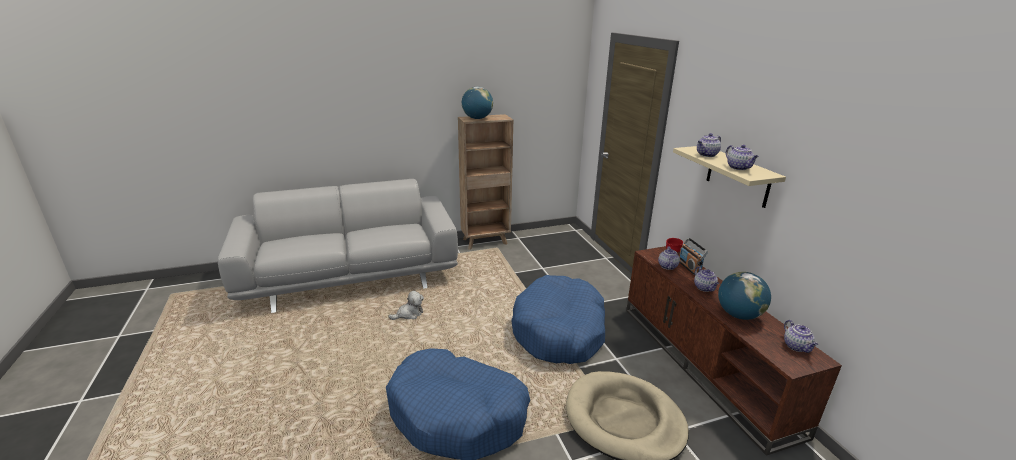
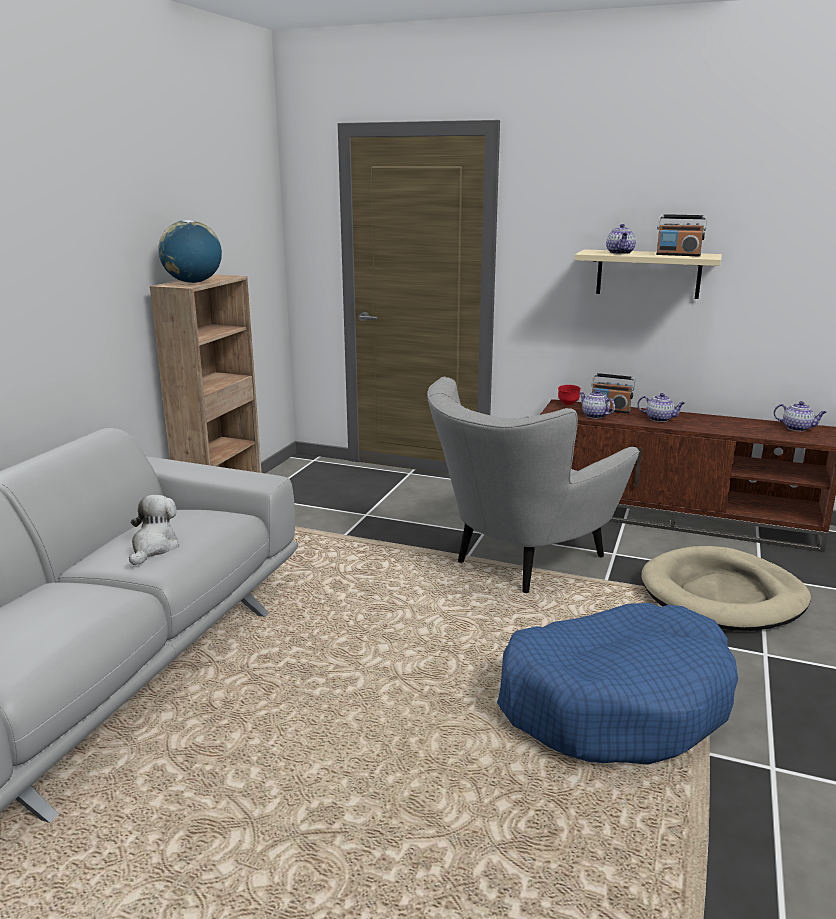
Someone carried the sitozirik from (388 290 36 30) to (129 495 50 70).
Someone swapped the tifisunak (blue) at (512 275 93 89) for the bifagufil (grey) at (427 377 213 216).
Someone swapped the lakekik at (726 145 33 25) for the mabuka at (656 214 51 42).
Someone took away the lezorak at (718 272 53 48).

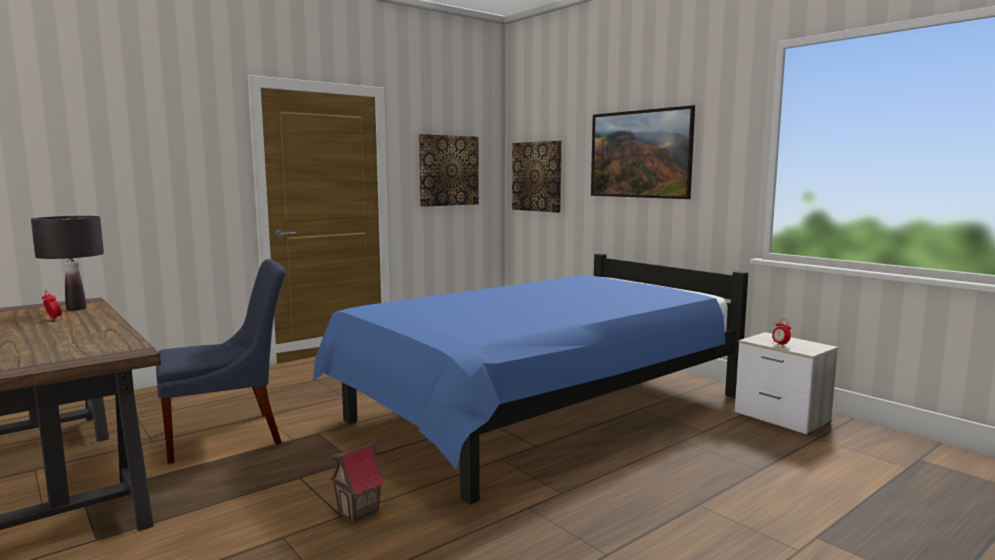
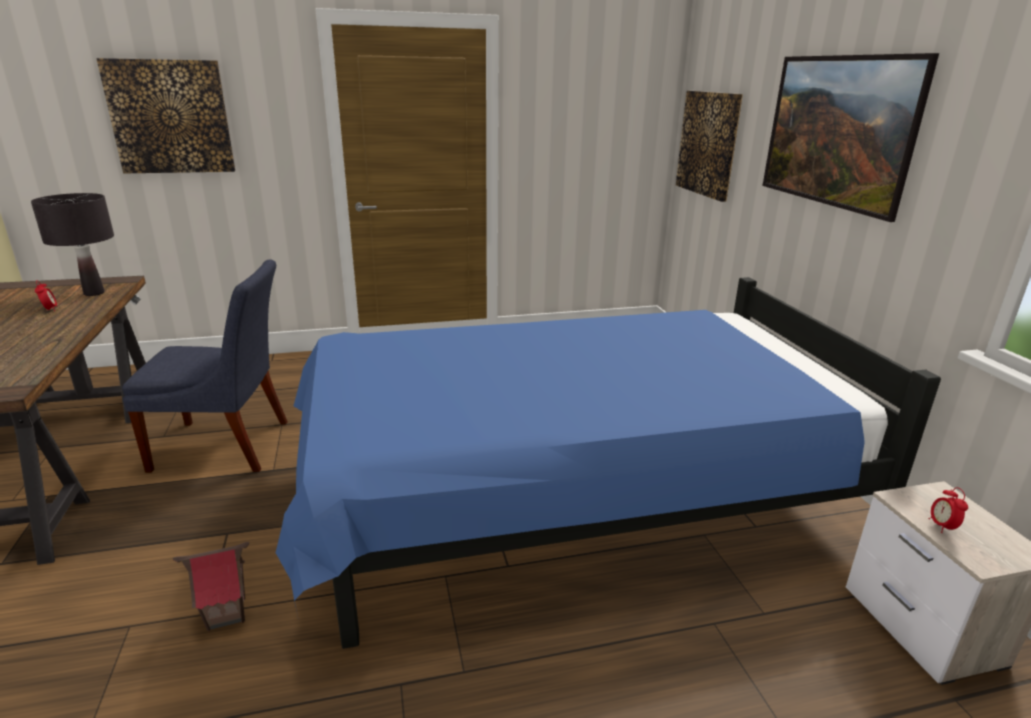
Someone carried the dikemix from (419 134 60 73) to (96 58 139 115).

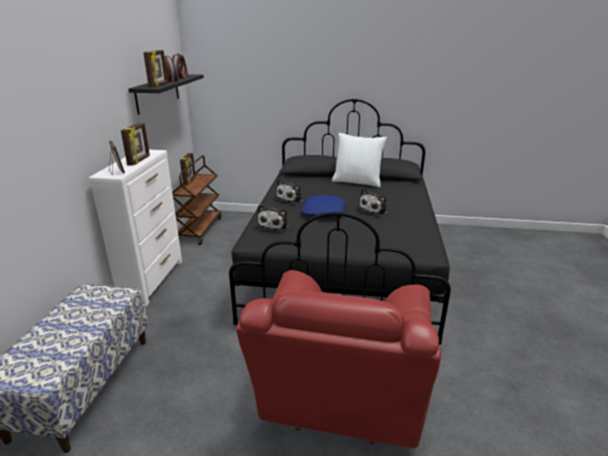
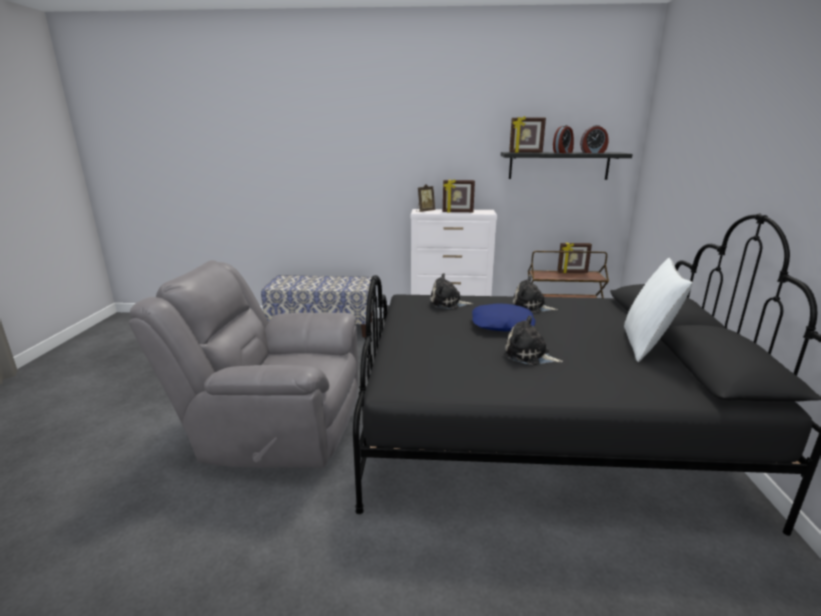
Someone repainted the bifagufil (red) at (236 270 205 178), which became the bifagufil (grey) at (129 260 229 208).

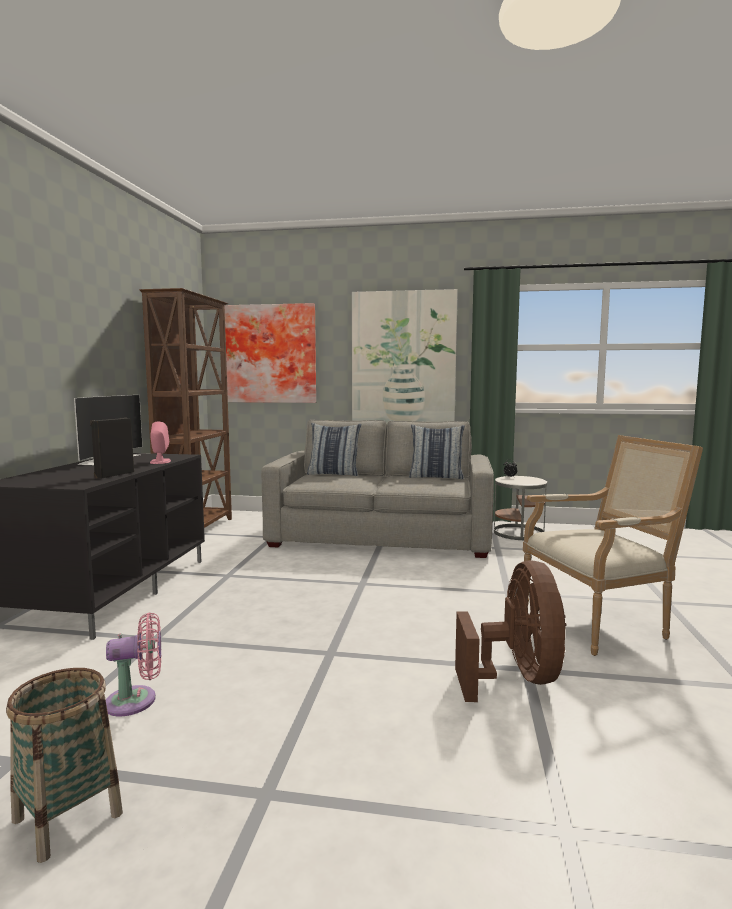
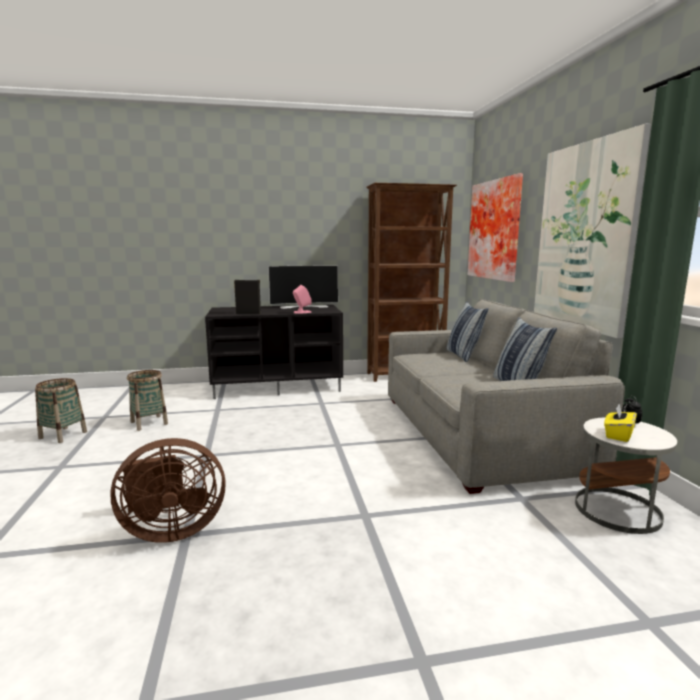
Someone swapped the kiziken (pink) at (106 613 55 104) for the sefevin at (127 370 41 61).
Someone put down the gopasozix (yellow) at (604 404 33 38).
Someone took away the bifagufil at (523 435 180 221).

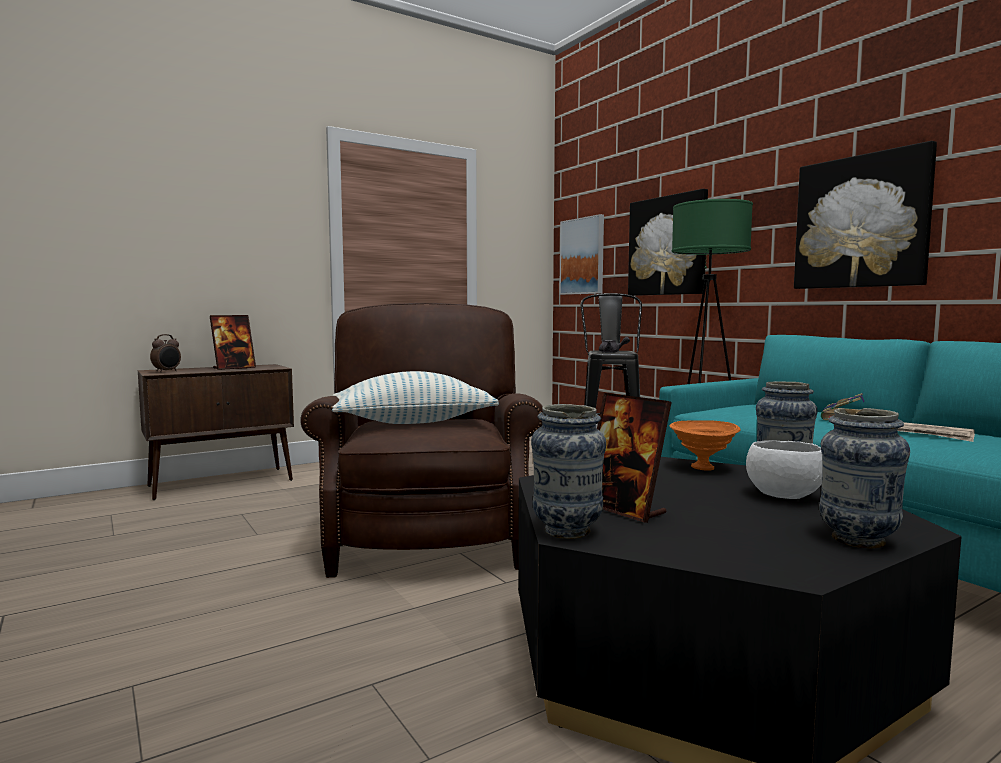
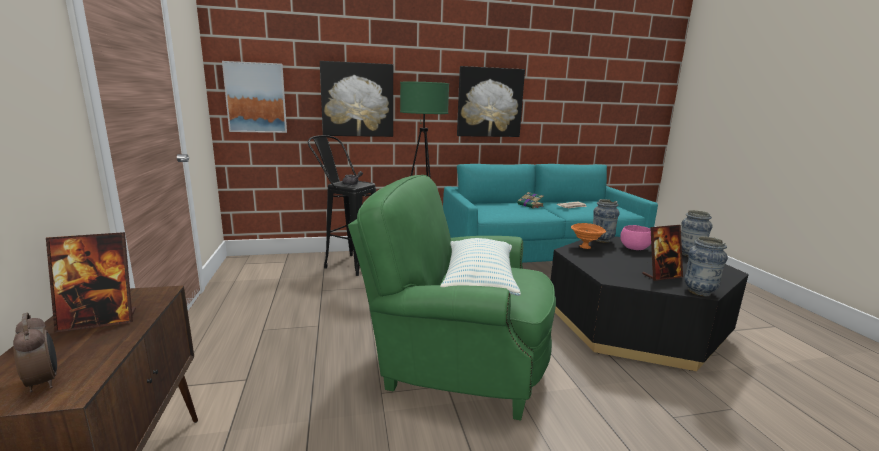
Someone rotated the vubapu at (210 315 46 55) by 90 degrees clockwise.
Someone repainted the bifagufil (brown) at (300 303 243 275), which became the bifagufil (green) at (348 175 208 246).
Someone repainted the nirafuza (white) at (746 440 77 59), which became the nirafuza (pink) at (620 225 31 25).

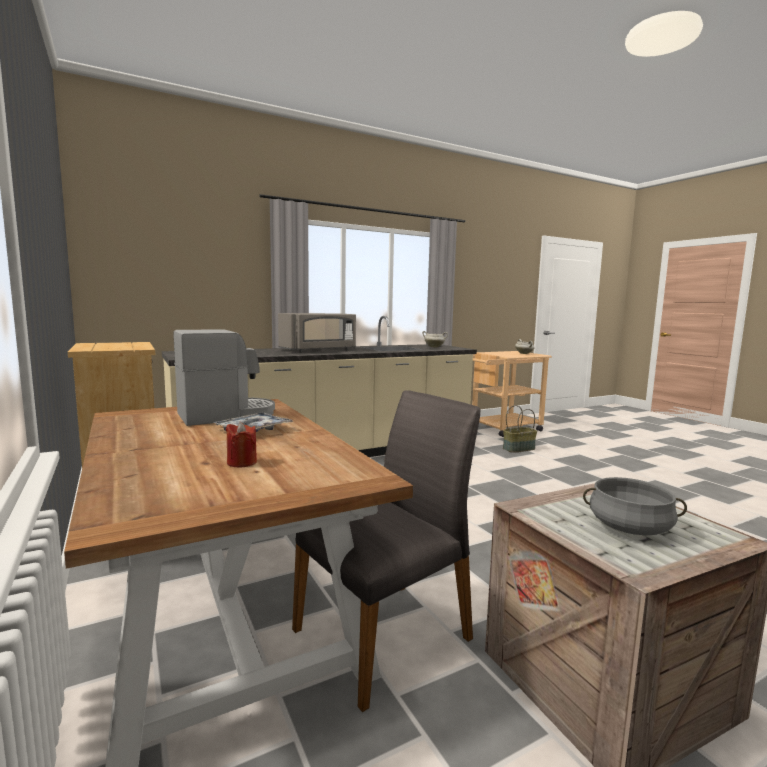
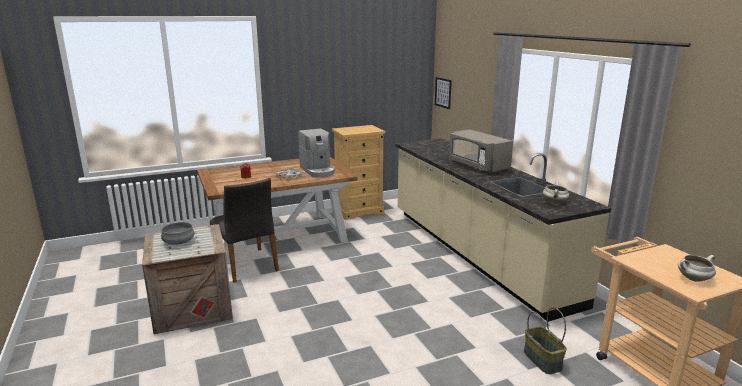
Someone put up the dikemix at (435 77 17 32).

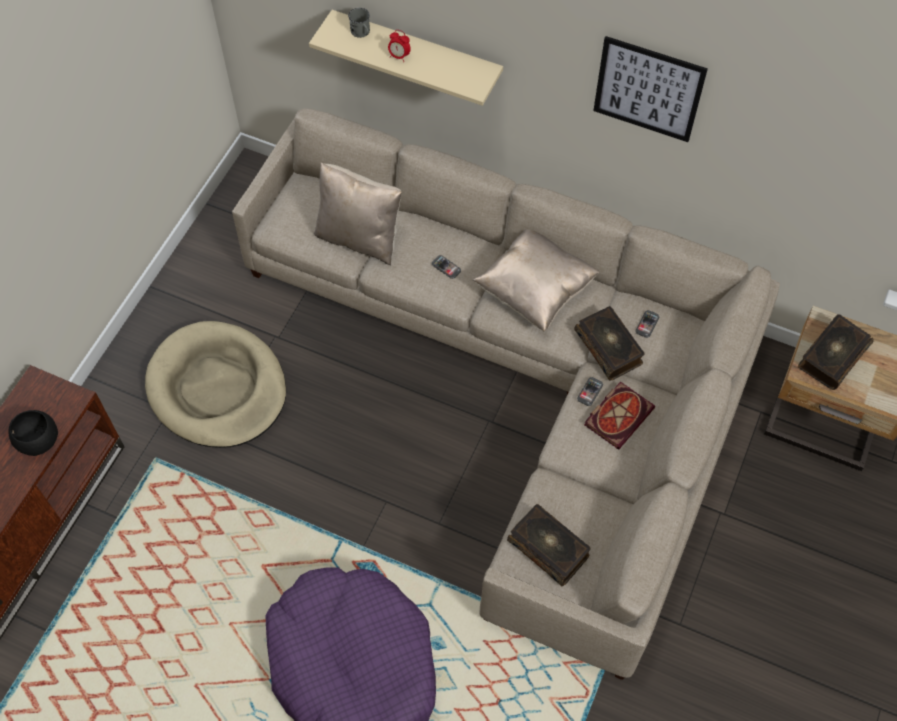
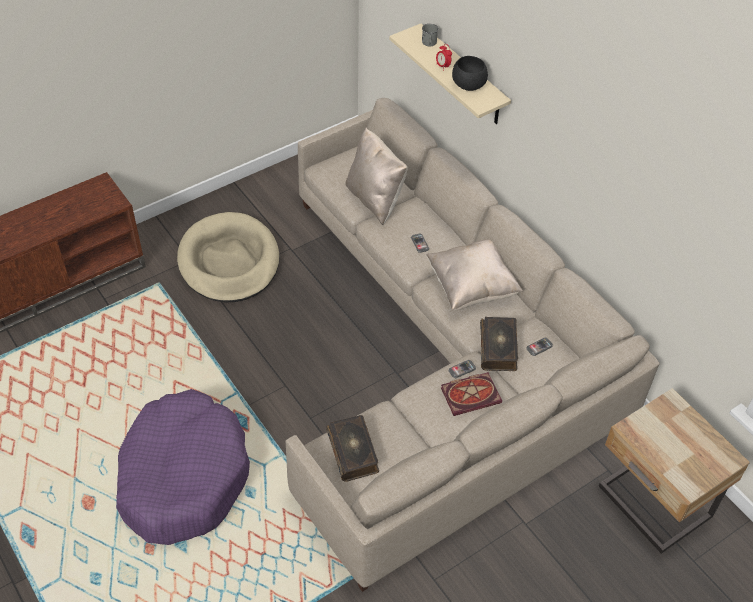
Someone carried the nirafuza (black) from (9 410 49 46) to (452 56 36 35).
Someone took away the dikemix at (593 36 115 106).
Someone took away the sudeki at (798 314 76 76).

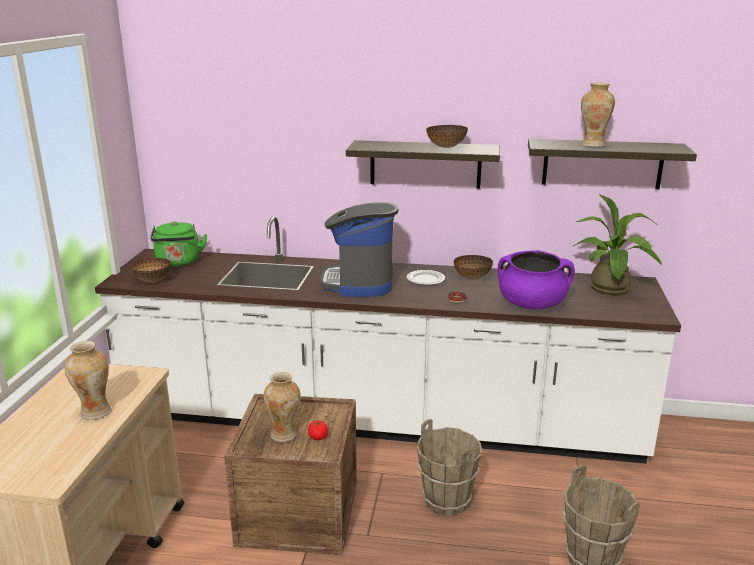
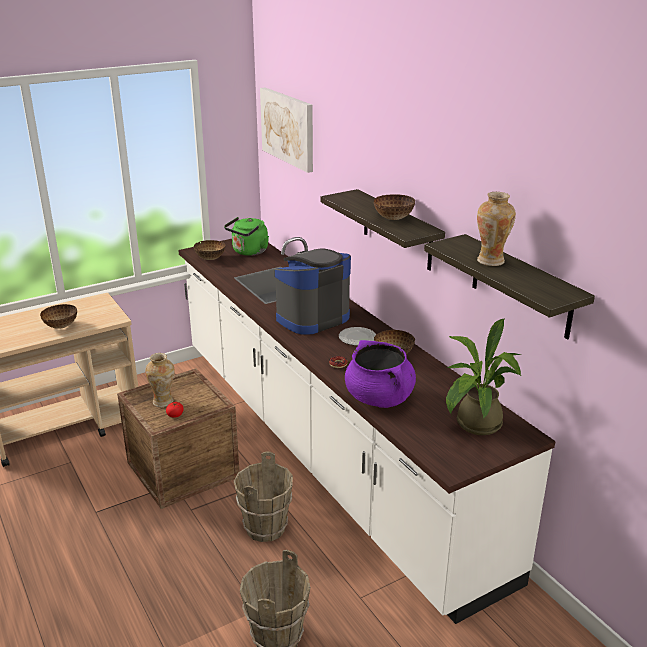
Someone swapped the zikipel at (64 341 47 79) for the nirafuza at (40 304 37 25).
Someone put up the dikemix at (260 88 53 85).

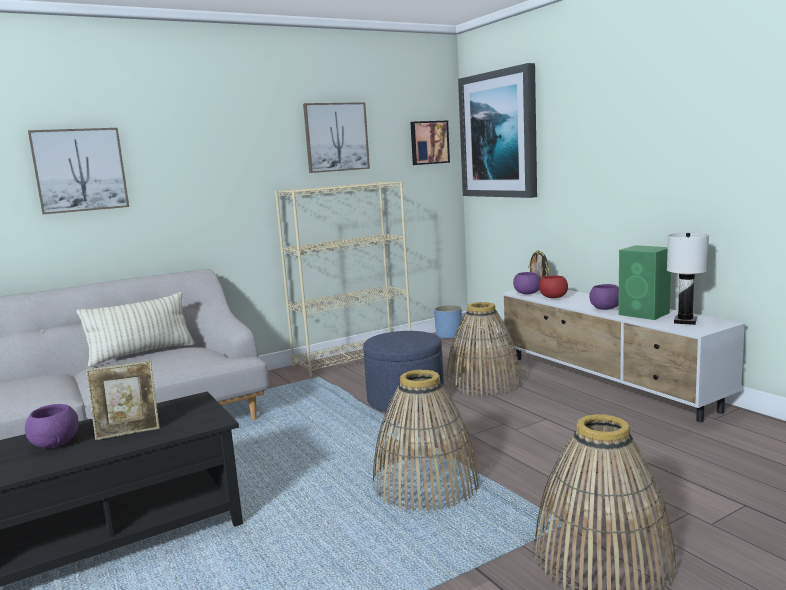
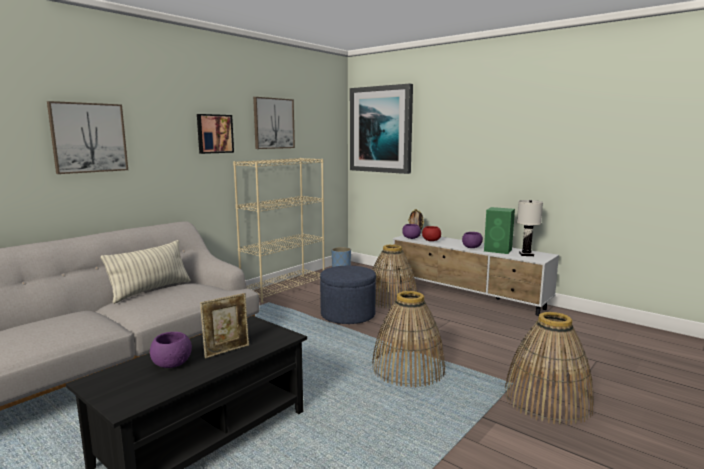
Someone carried the dikemix from (410 121 40 44) to (197 114 37 40).

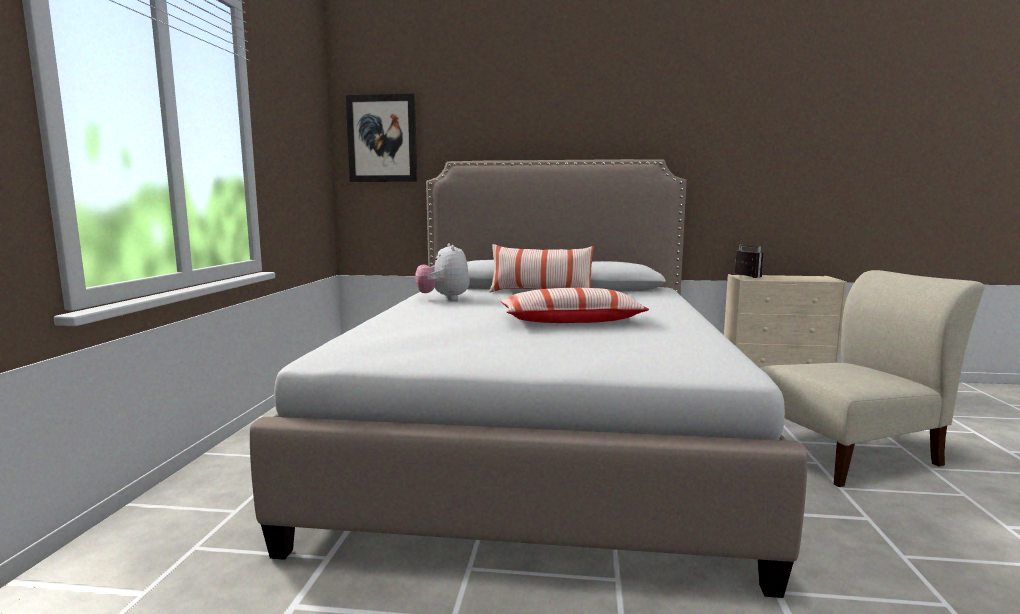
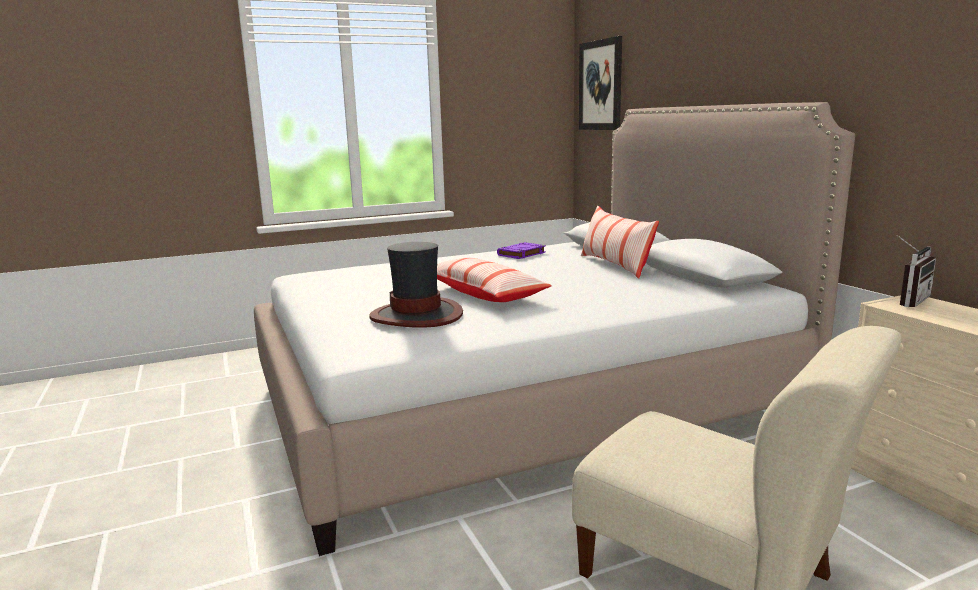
Someone put down the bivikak at (369 242 94 86).
Someone swapped the sitozirik at (415 243 55 57) for the sudeki (purple) at (497 242 49 17).

